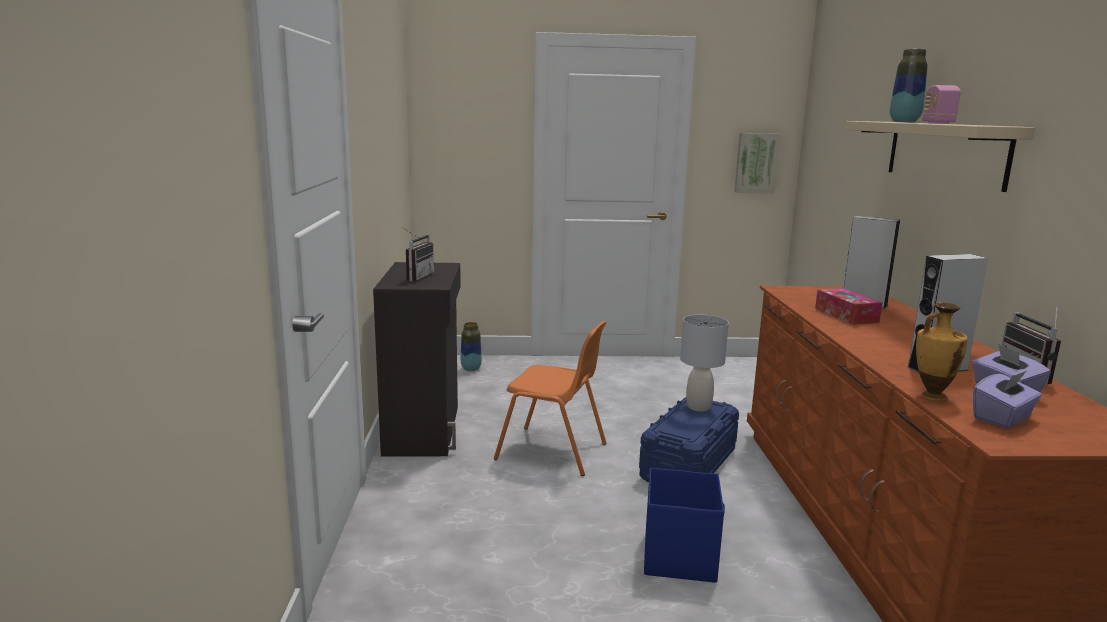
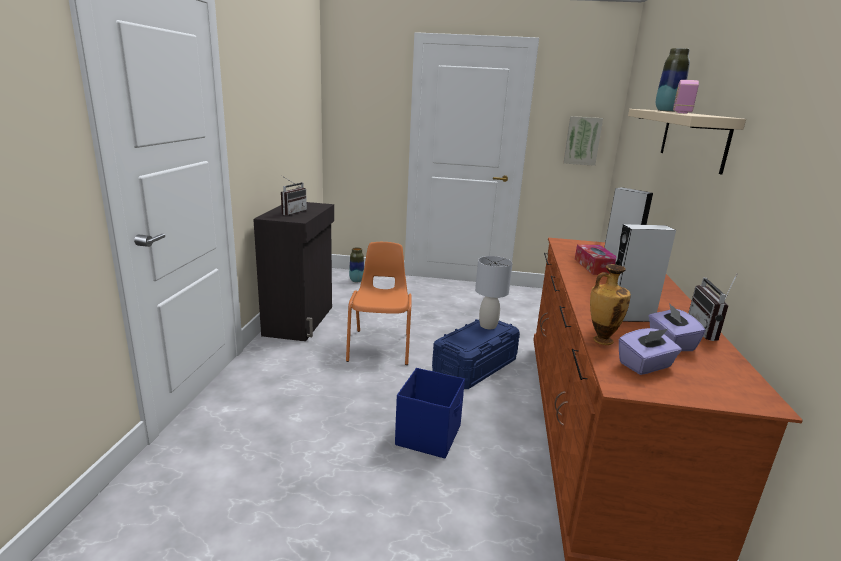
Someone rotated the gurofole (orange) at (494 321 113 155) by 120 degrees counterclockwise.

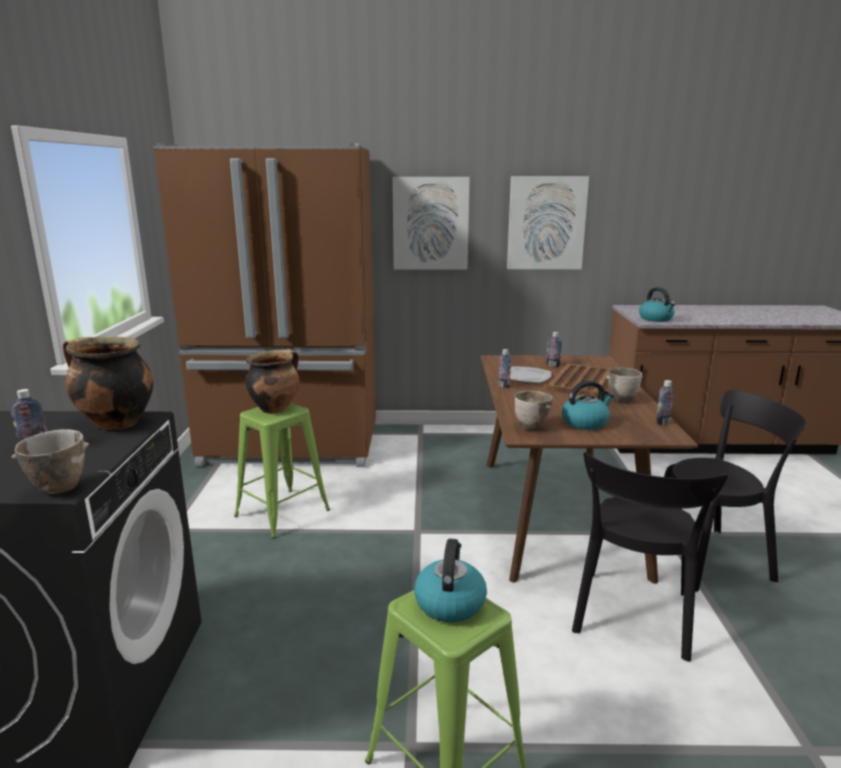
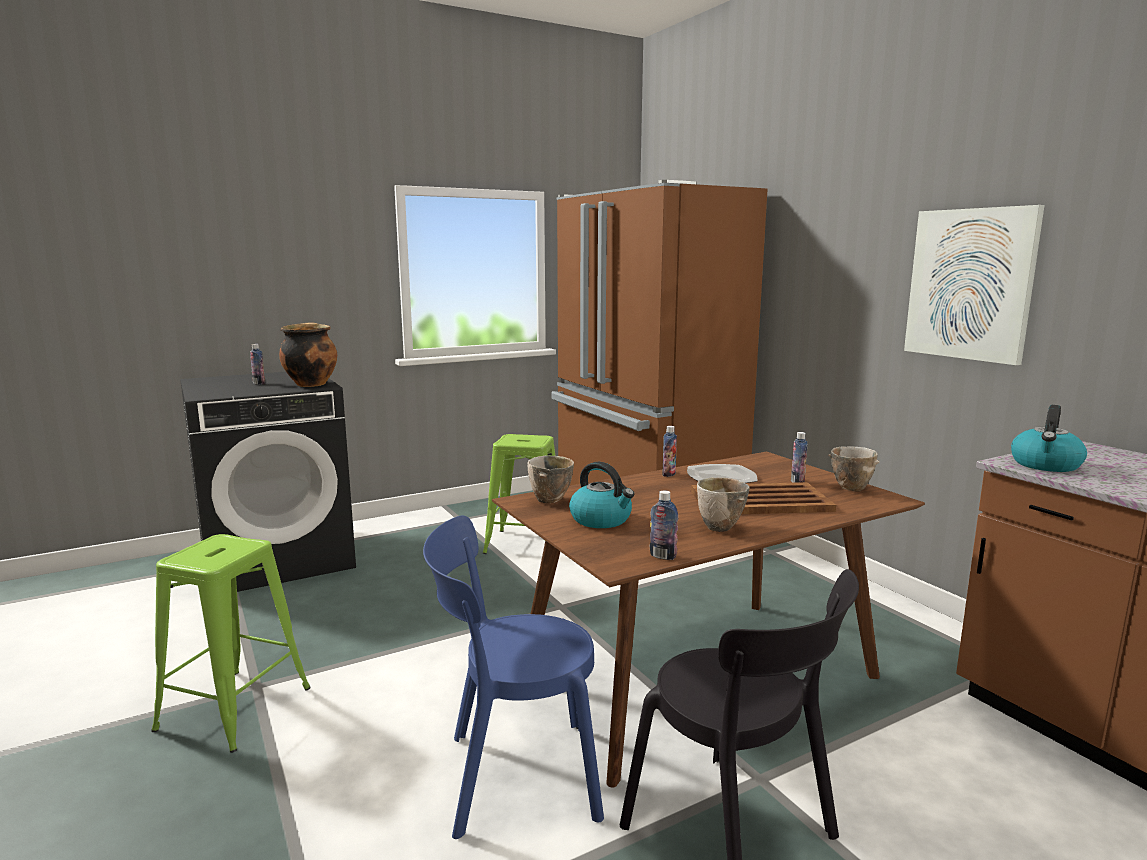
Someone repainted the gurofole (black) at (572 452 156 210), which became the gurofole (blue) at (423 516 181 323).
Someone carried the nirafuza from (12 429 77 65) to (828 446 52 45).
Someone took away the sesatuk at (246 349 54 65).
Someone took away the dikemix at (392 177 78 93).
Someone took away the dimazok at (414 539 73 83).

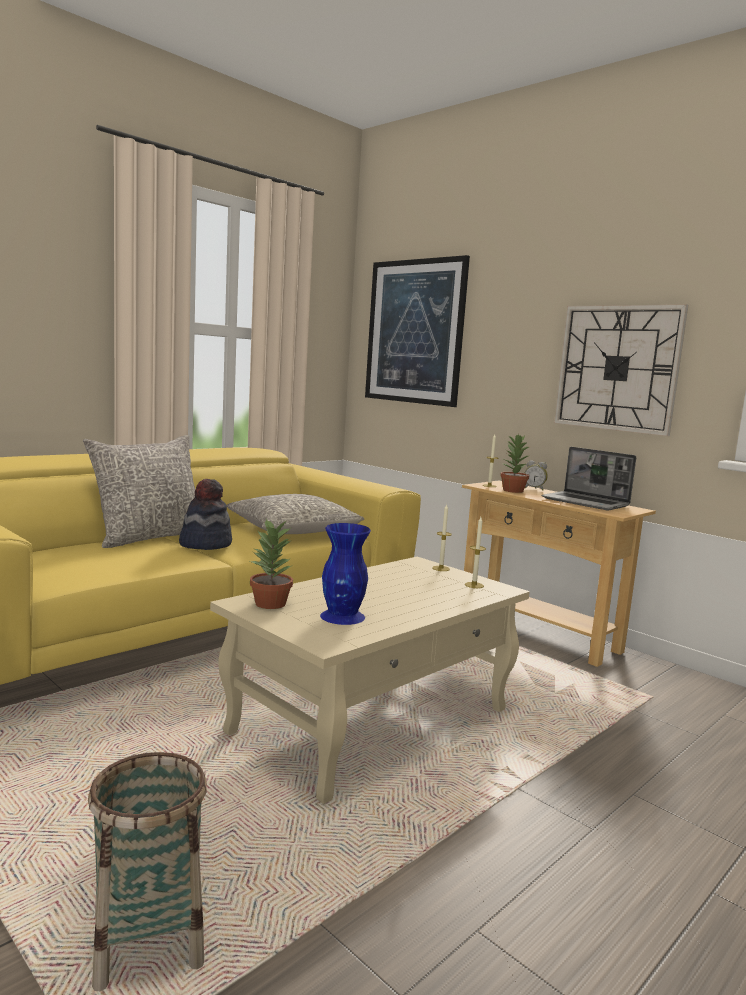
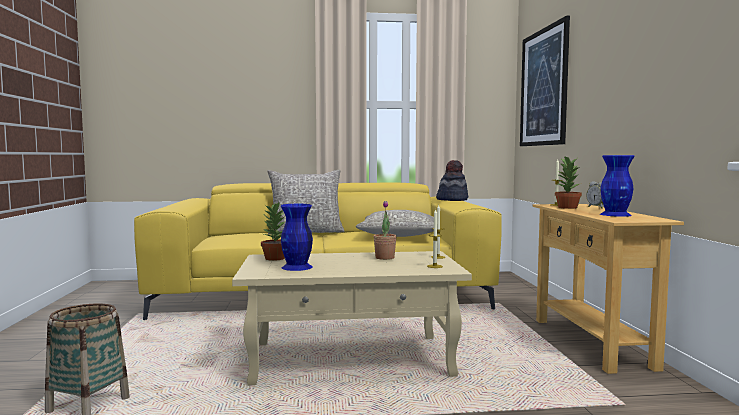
Someone put down the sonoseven at (374 201 22 59).
Someone carried the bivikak from (179 479 53 71) to (436 160 32 41).
Someone swapped the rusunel at (542 447 94 63) for the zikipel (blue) at (600 155 35 62).
Someone took away the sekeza at (554 304 134 132).

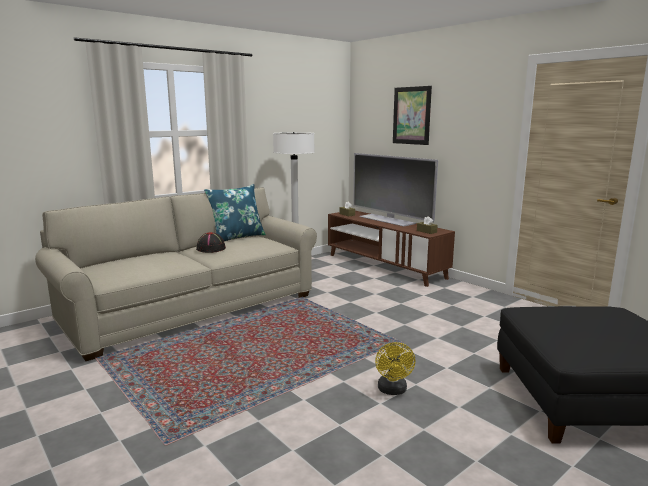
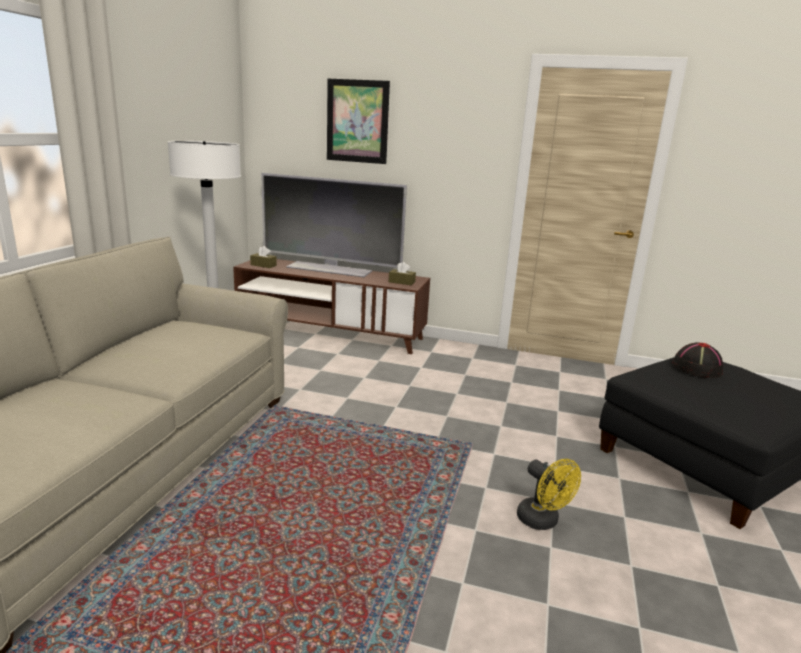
Someone carried the bivikak (black) from (196 232 30 21) to (672 342 51 36).
Someone took away the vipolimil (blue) at (204 184 62 57).

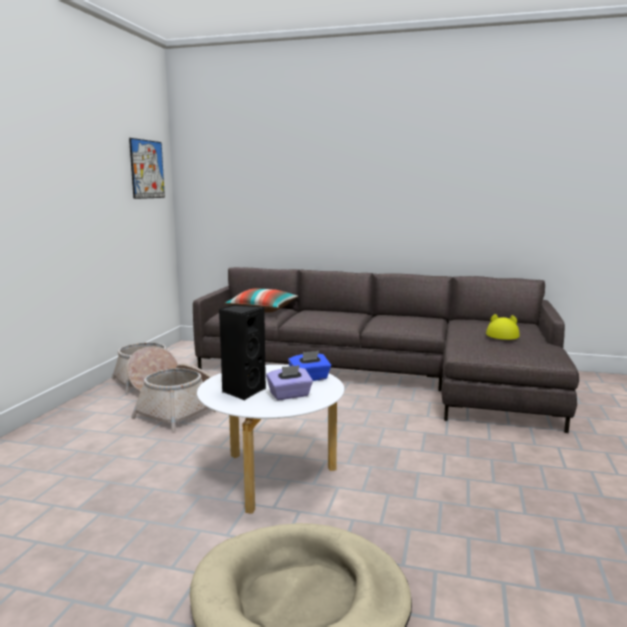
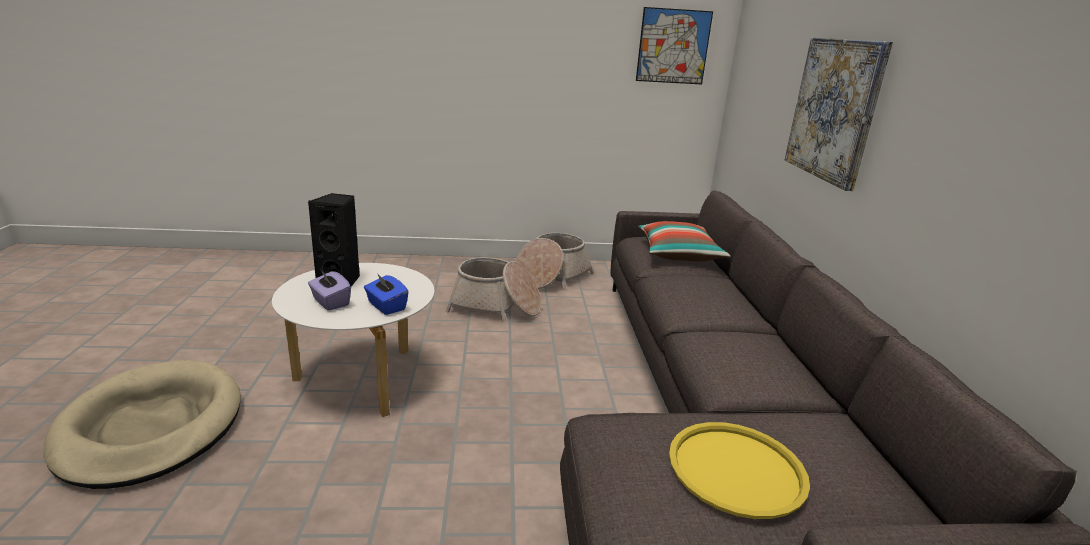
Someone swapped the bivikak (yellow) at (486 314 34 26) for the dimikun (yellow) at (669 422 141 97).
Someone put up the dikemix at (785 37 108 154).

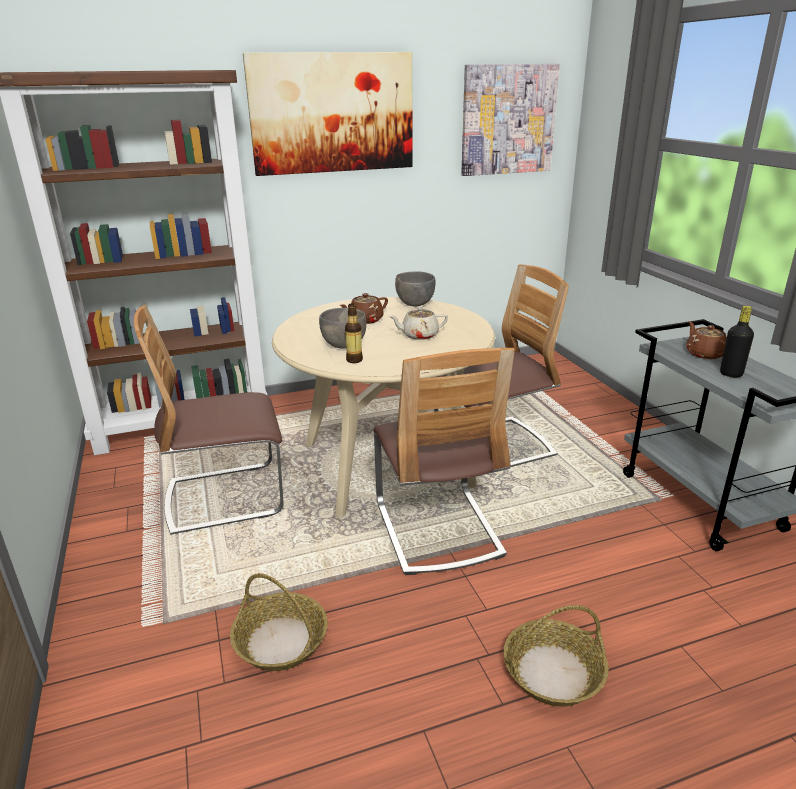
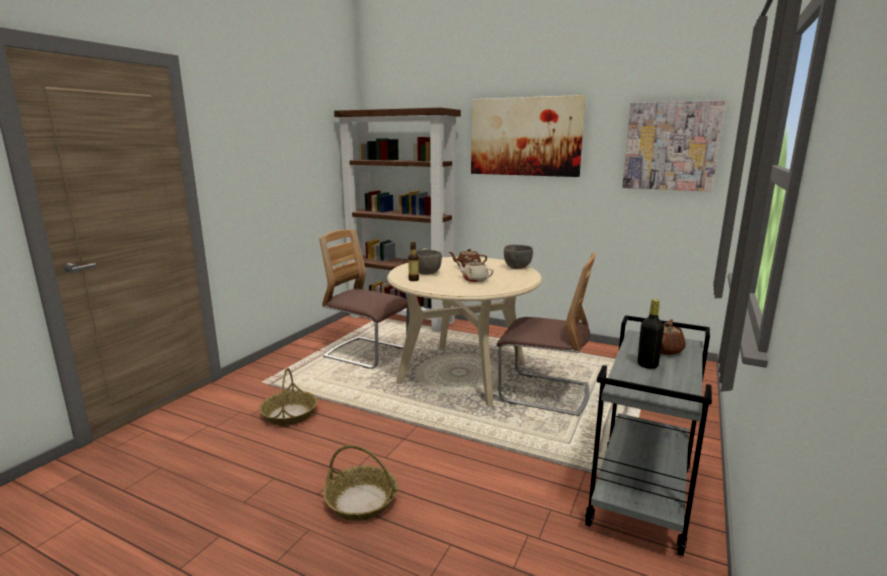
Someone took away the gurofole at (373 348 142 227).

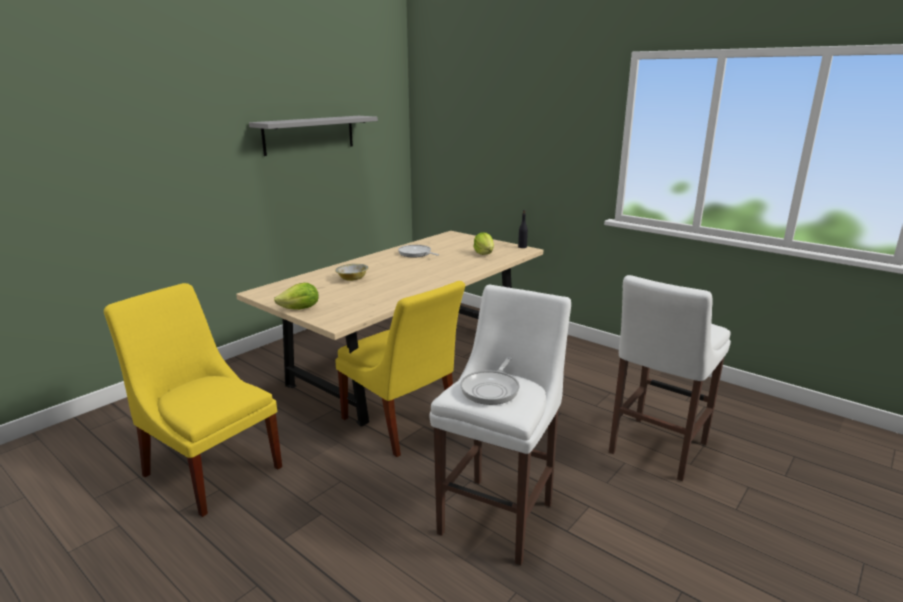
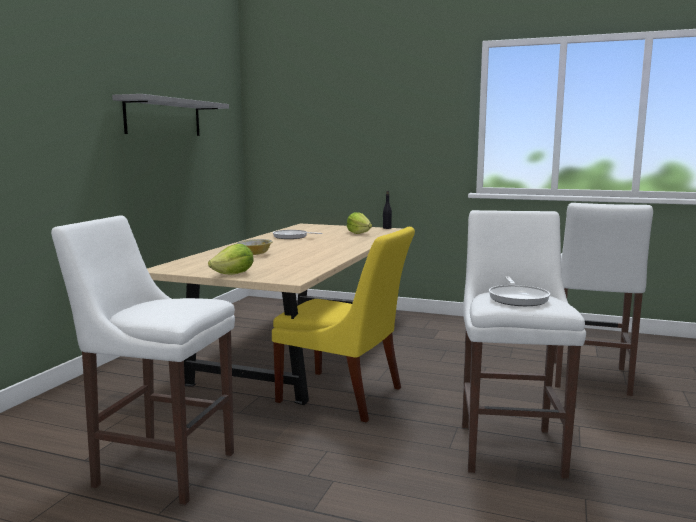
Someone swapped the gurofole (yellow) at (104 283 178 234) for the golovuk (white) at (51 215 184 290).

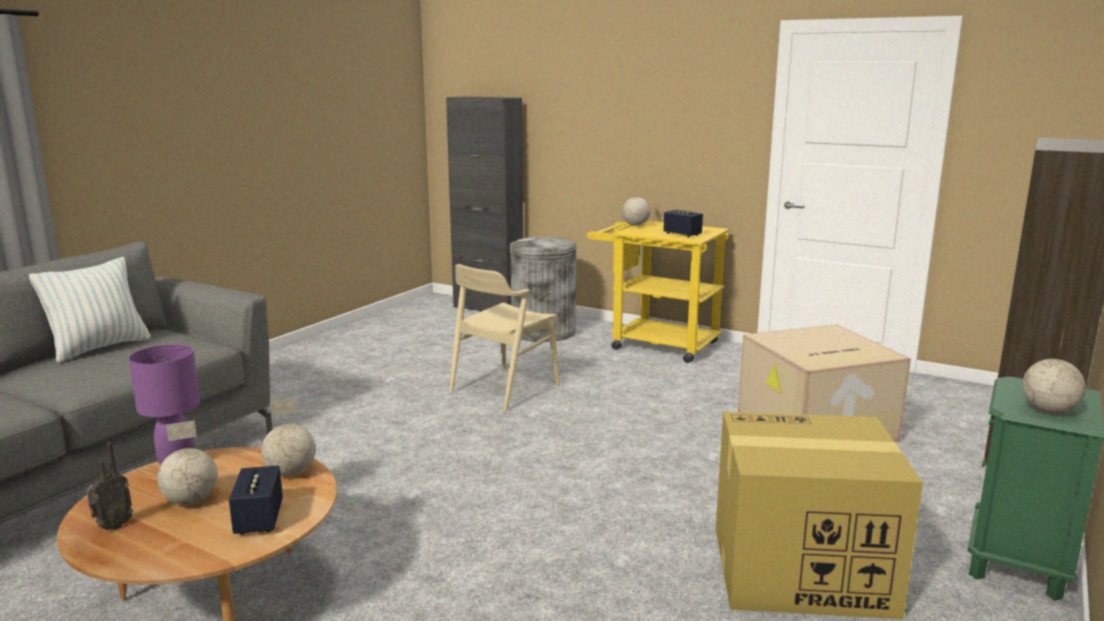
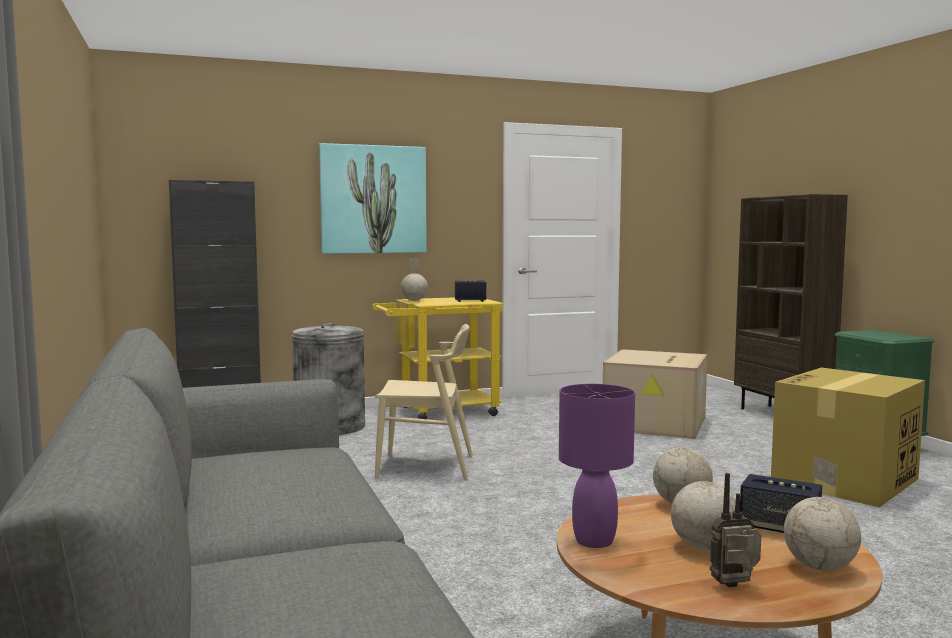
Someone put up the dikemix at (319 143 108 111).
Someone rotated the gurofole (beige) at (449 264 111 147) by 75 degrees counterclockwise.
Someone rotated the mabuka at (86 442 47 88) by 90 degrees counterclockwise.
Someone carried the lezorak from (1022 331 64 83) to (784 456 77 115).
Someone took away the vipolimil at (29 257 122 106).

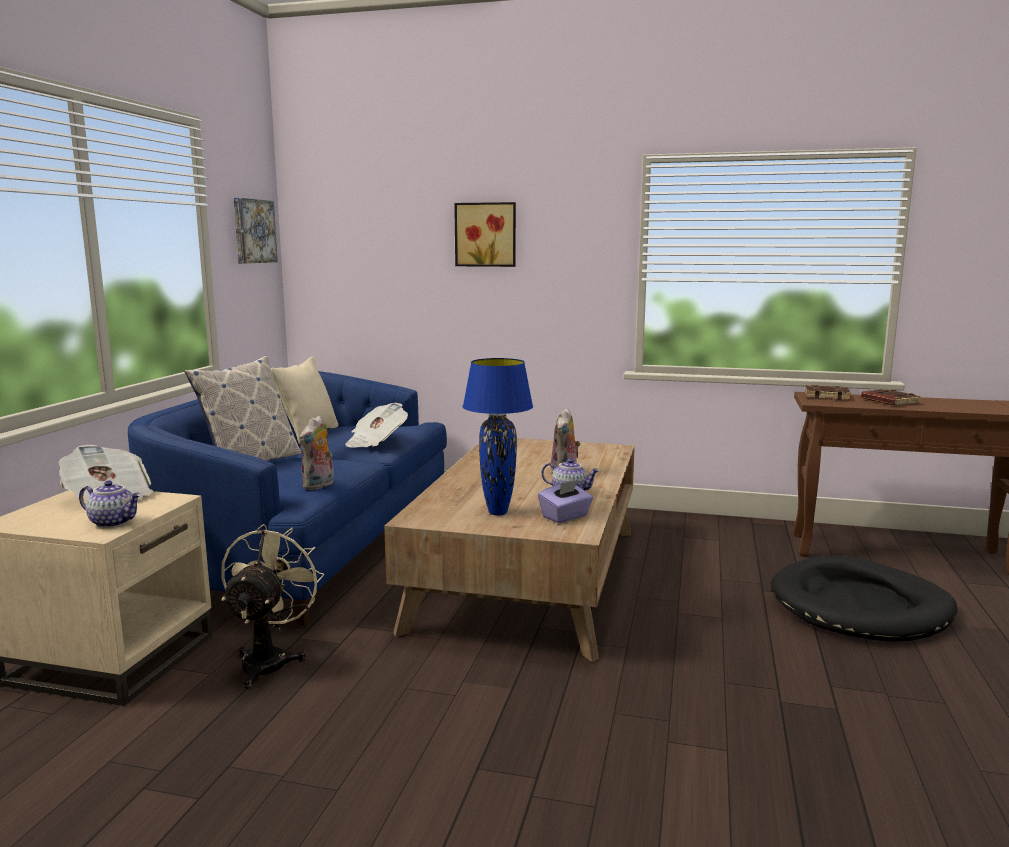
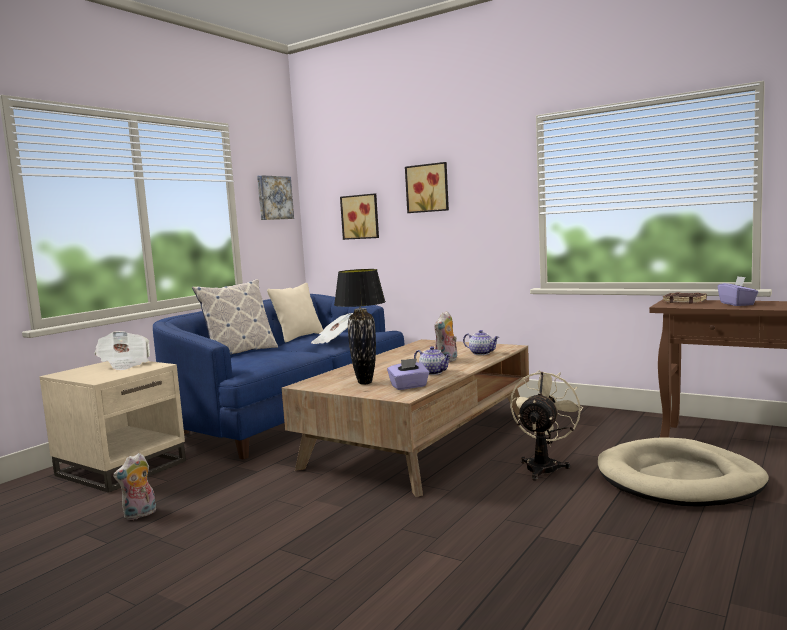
Someone carried the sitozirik from (299 415 35 75) to (113 453 43 67).
Someone repainted the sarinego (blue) at (463 358 70 157), which became the sarinego (black) at (334 269 52 115).
Someone put up the dikemix at (340 193 39 47).
Someone carried the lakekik from (79 481 62 47) to (463 330 36 25).
Someone carried the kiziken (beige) from (221 524 103 165) to (510 370 73 111).
Someone repainted the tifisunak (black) at (770 556 187 86), which became the tifisunak (beige) at (598 438 171 69).
Someone swapped the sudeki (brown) at (861 389 60 17) for the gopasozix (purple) at (717 276 41 30).

